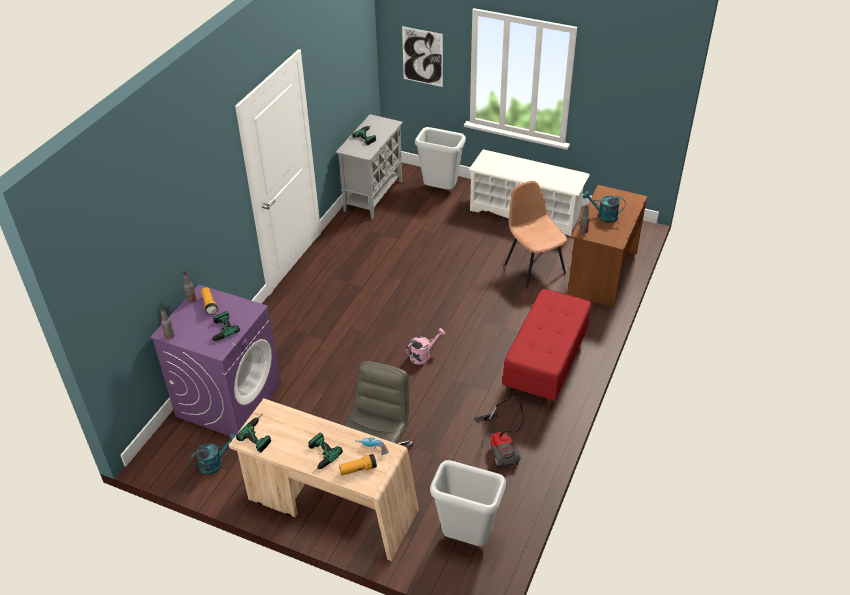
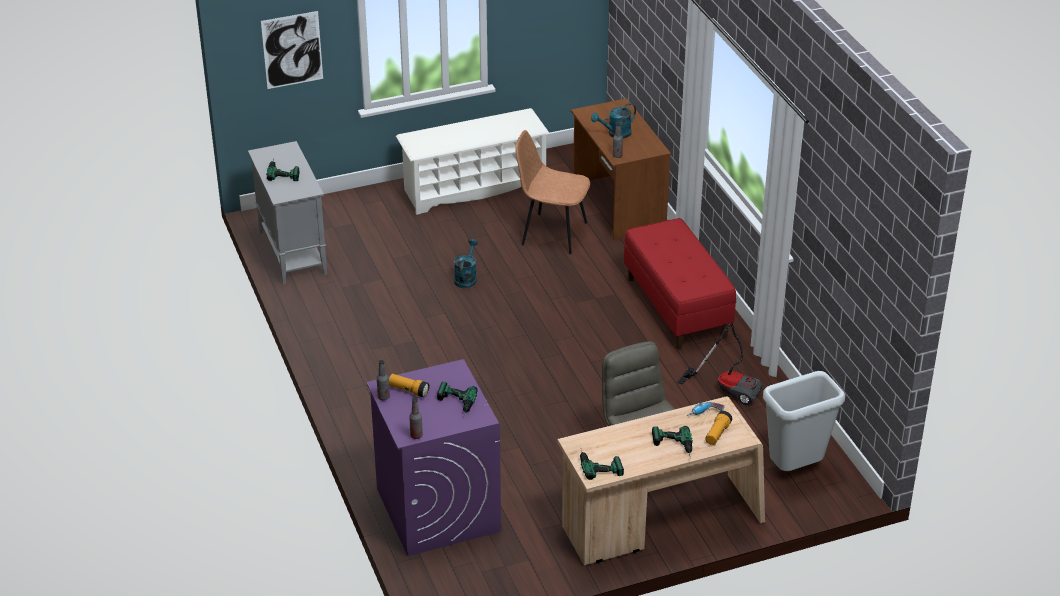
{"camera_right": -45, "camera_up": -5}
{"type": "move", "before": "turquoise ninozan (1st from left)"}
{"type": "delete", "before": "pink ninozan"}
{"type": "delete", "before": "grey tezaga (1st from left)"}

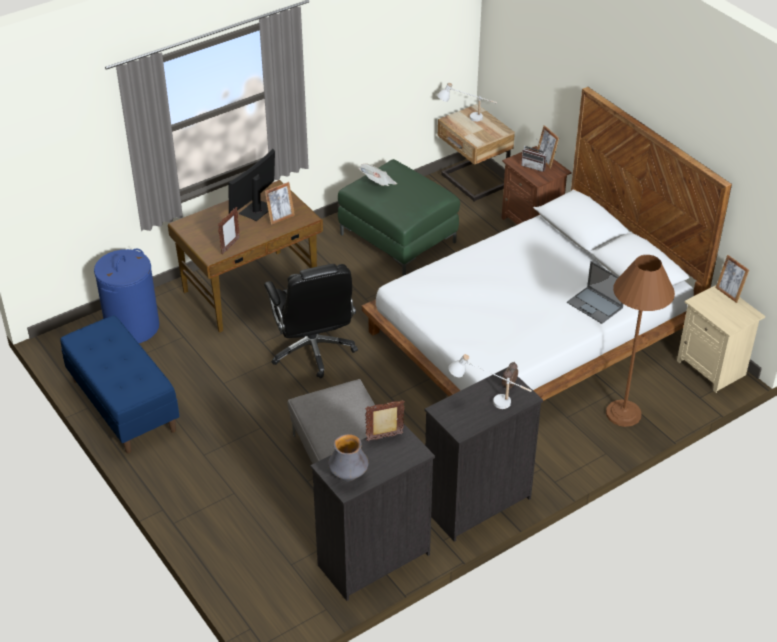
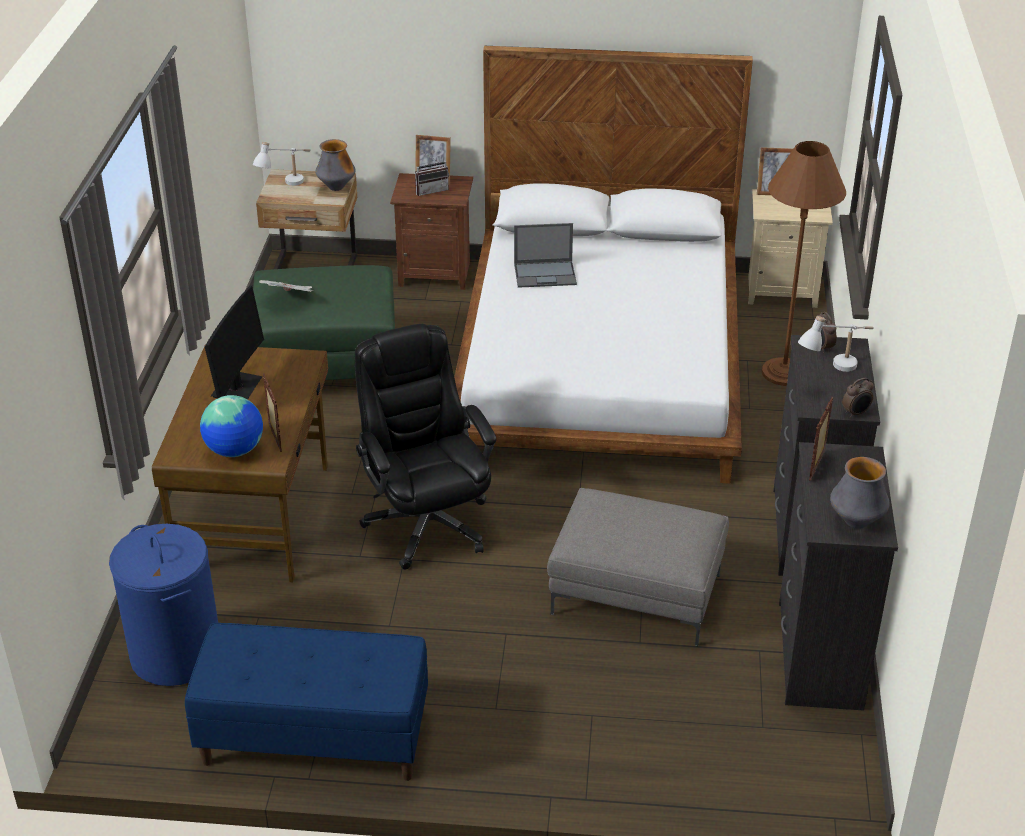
{"camera_right": -50, "camera_up": -5}
{"type": "insert", "after": "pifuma"}
{"type": "rotate", "before": "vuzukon", "turn": -150}
{"type": "insert", "after": "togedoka (1st from left)"}
{"type": "rotate", "before": "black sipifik", "turn": -135}
{"type": "move", "before": "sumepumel"}
{"type": "insert", "after": "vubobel (2nd from left)"}
{"type": "delete", "before": "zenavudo (2nd from left)"}

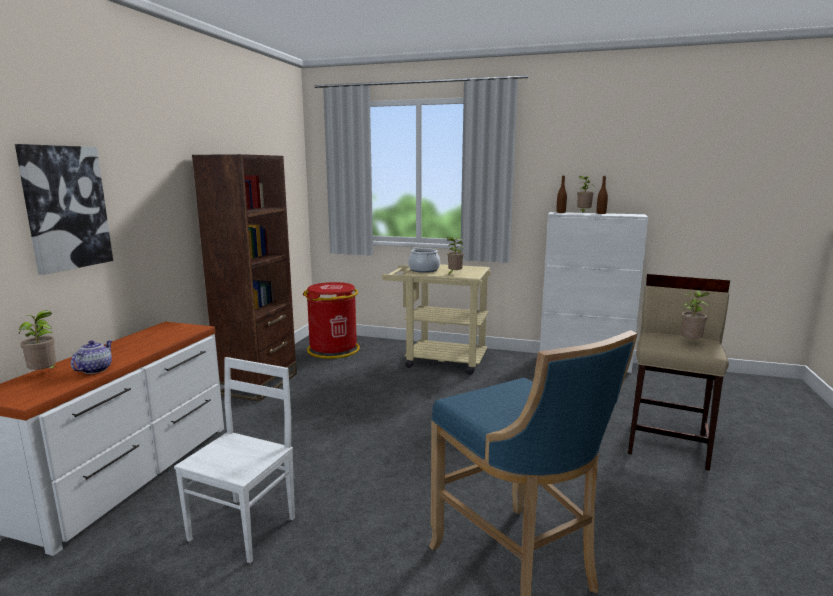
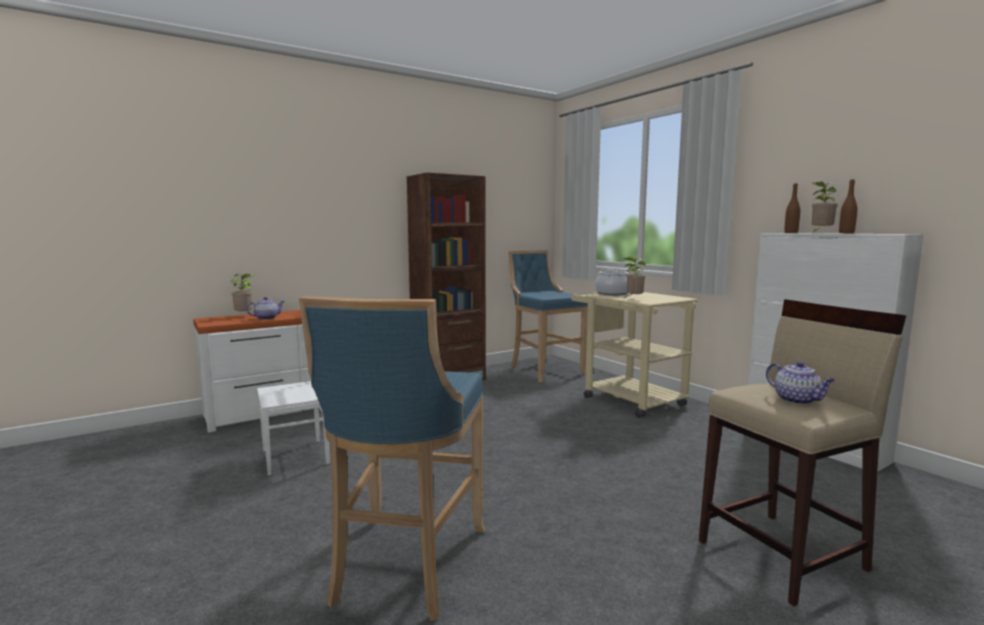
{"camera_right": 40, "camera_up": -5}
{"type": "replace", "before": "red tezaga", "after": "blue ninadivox (2nd from left)"}
{"type": "replace", "before": "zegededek (4th from left)", "after": "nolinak (2nd from left)"}
{"type": "delete", "before": "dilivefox"}

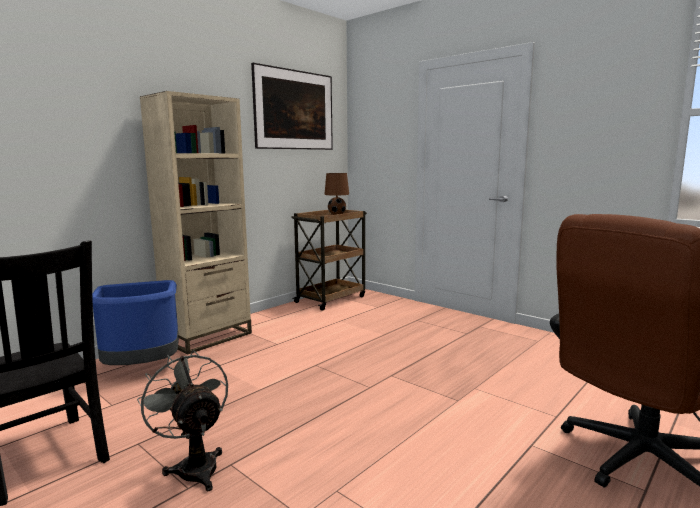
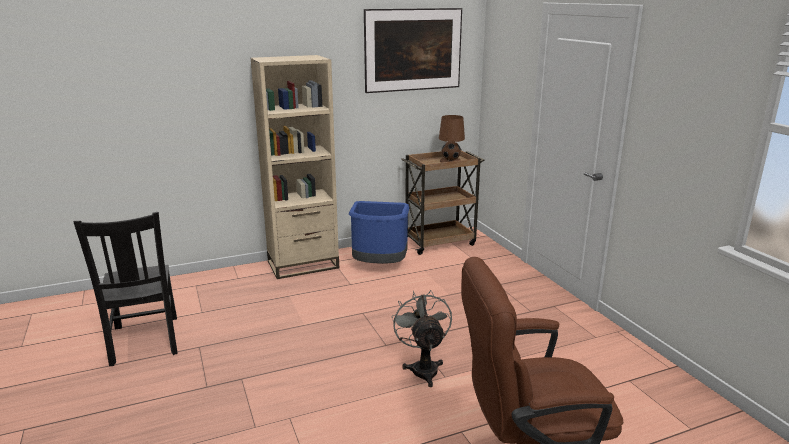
{"camera_right": 25, "camera_up": 10}
{"type": "move", "before": "blue tezaga"}
{"type": "move", "before": "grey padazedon"}

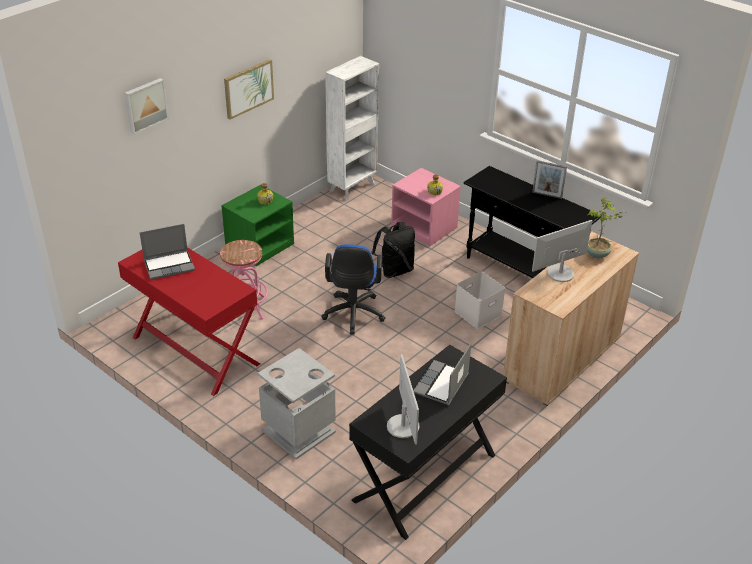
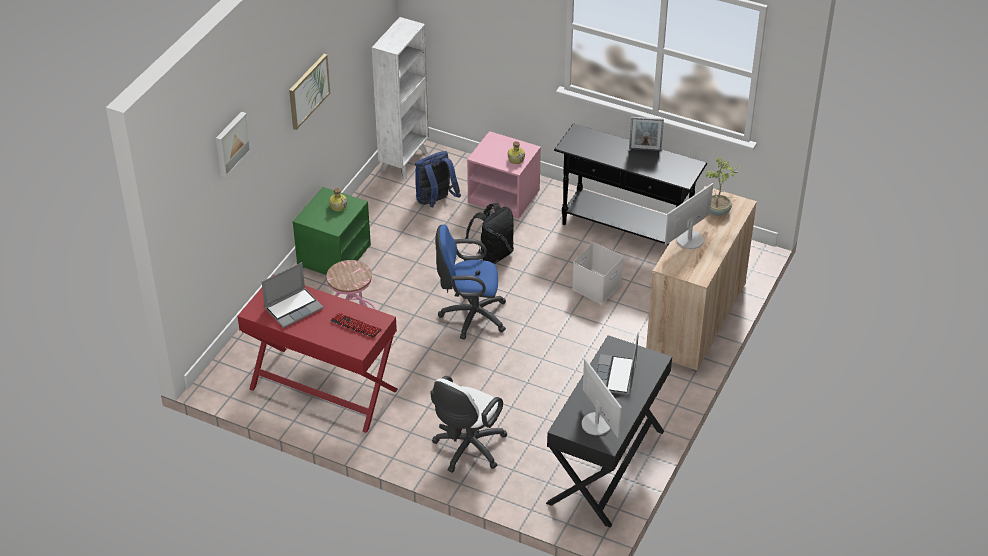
{"camera_right": -15, "camera_up": 5}
{"type": "insert", "after": "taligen"}
{"type": "insert", "after": "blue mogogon"}
{"type": "replace", "before": "grey tezaga", "after": "white sipifik"}
{"type": "rotate", "before": "blue sipifik", "turn": 105}

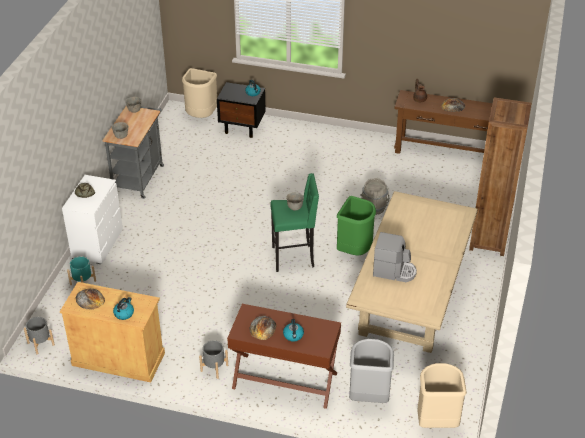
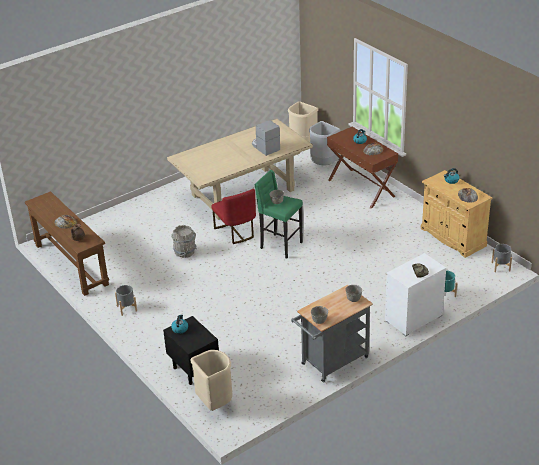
{"camera_right": -140, "camera_up": -5}
{"type": "move", "before": "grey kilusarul (2nd from left in the first image)", "after": "grey kilusarul (1st from left)"}
{"type": "replace", "before": "green tezaga", "after": "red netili"}
{"type": "delete", "before": "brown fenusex"}

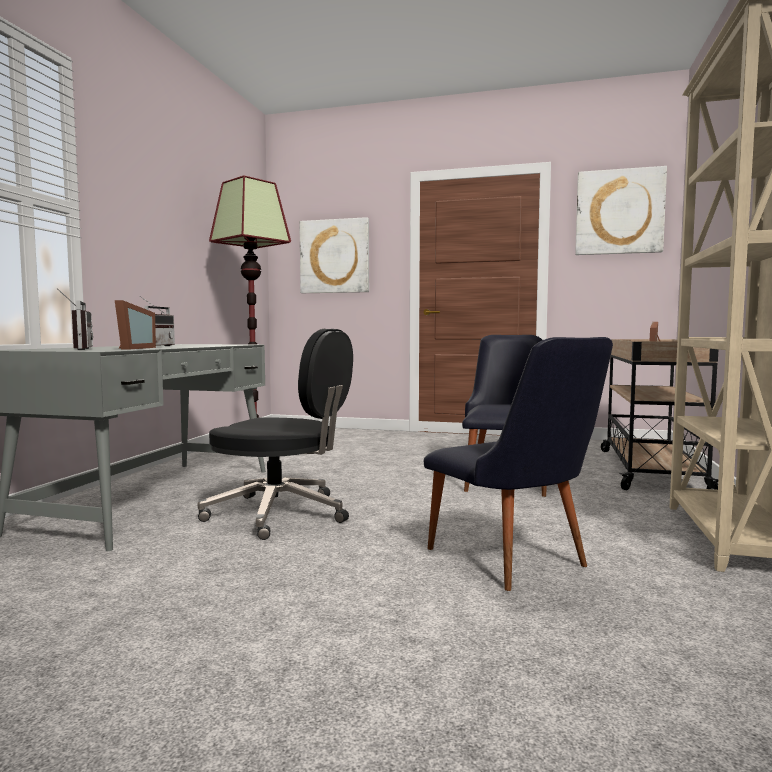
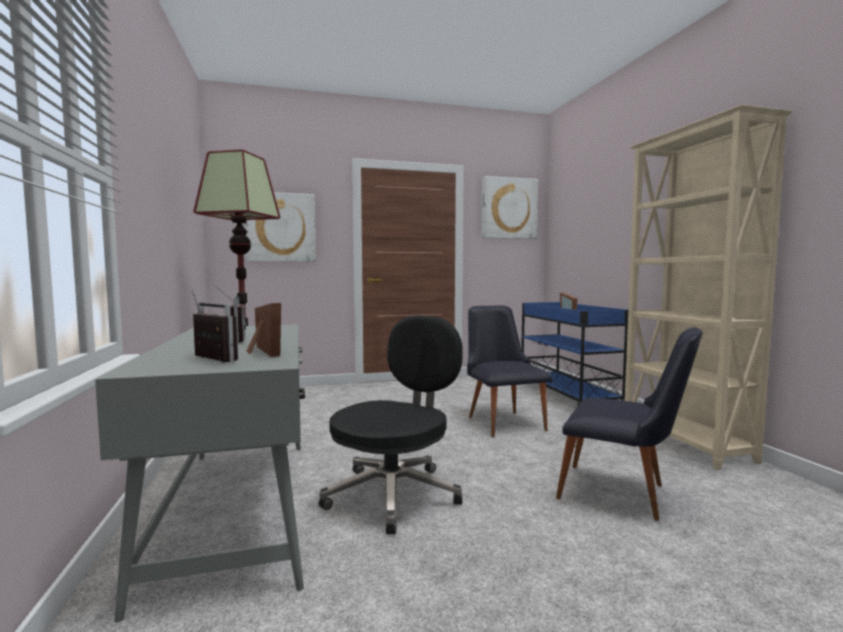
{"camera_right": -30, "camera_up": 0}
{"type": "rotate", "before": "black sipifik", "turn": -45}
{"type": "recolor", "before": "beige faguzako", "after": "blue faguzako"}

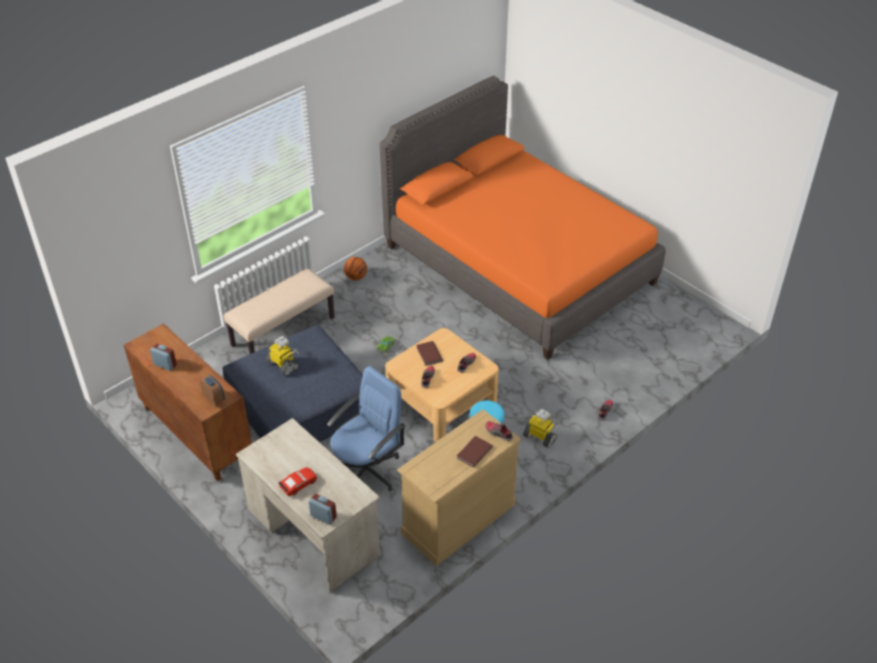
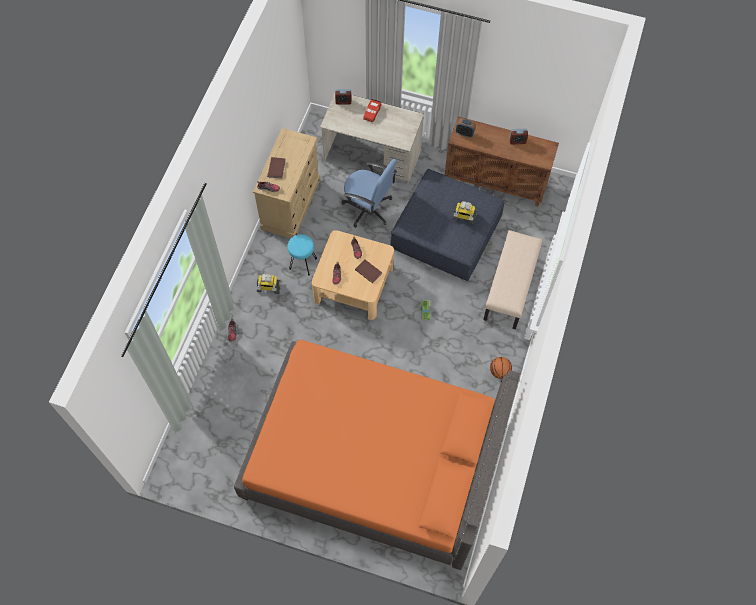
{"camera_right": 150, "camera_up": 20}
{"type": "rotate", "before": "blue sipifik", "turn": -75}

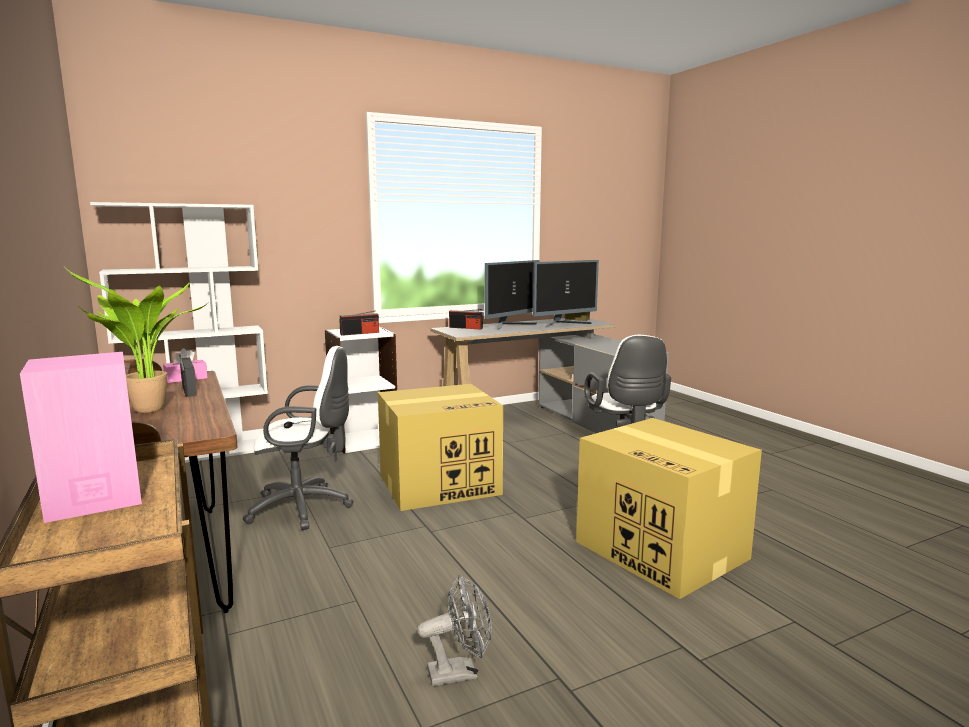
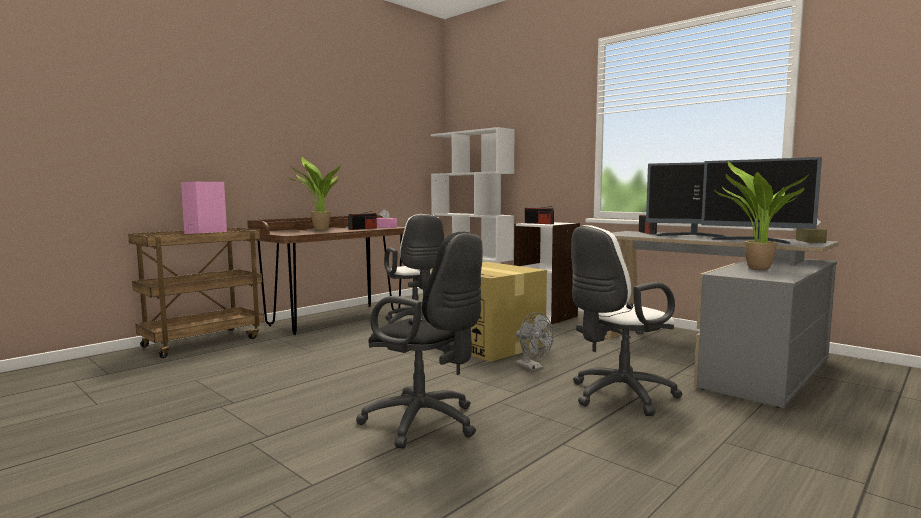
{"camera_right": 70, "camera_up": -5}
{"type": "replace", "before": "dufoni (2nd from left)", "after": "black sipifik"}
{"type": "move", "before": "grey padazedon"}
{"type": "insert", "after": "zegededek (2nd from left)"}

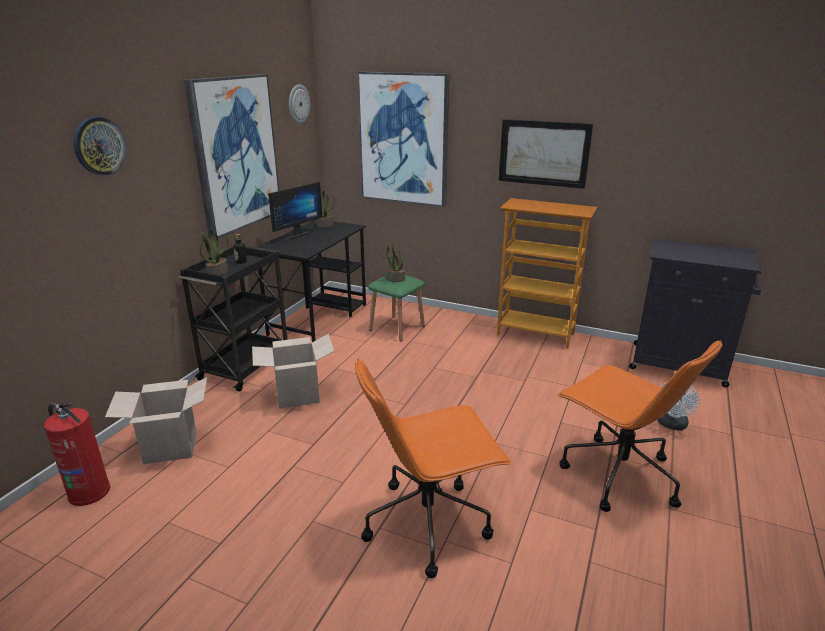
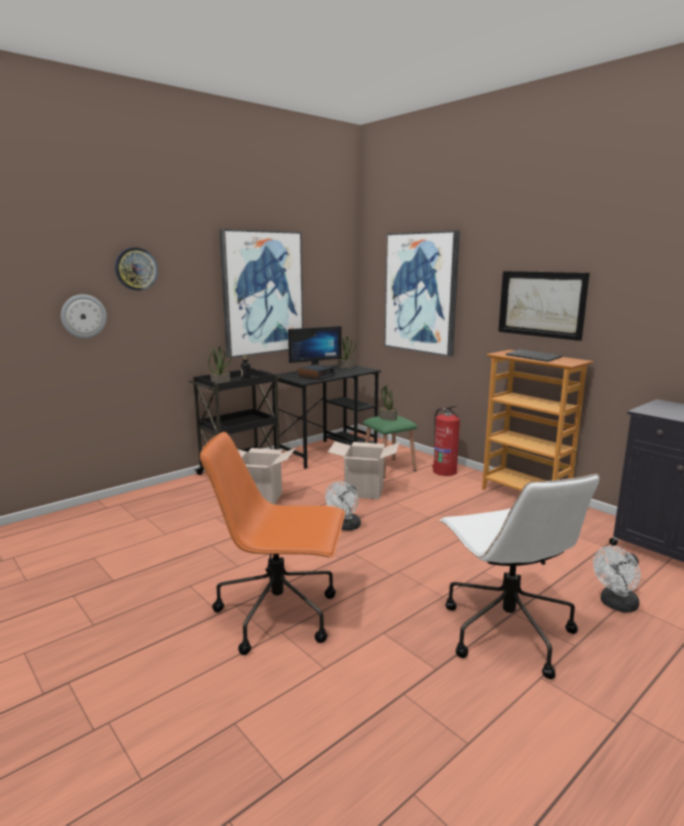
{"camera_right": 25, "camera_up": -10}
{"type": "move", "before": "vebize (2nd from left in the first image)", "after": "vebize (1st from left)"}
{"type": "insert", "after": "vubobel"}
{"type": "insert", "after": "white padazedon (1st from left)"}
{"type": "move", "before": "dufoni (1st from left in the first image)", "after": "dufoni (2nd from left)"}
{"type": "move", "before": "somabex"}
{"type": "recolor", "before": "orange sipifik (2nd from left)", "after": "white sipifik"}
{"type": "insert", "after": "taligen"}

